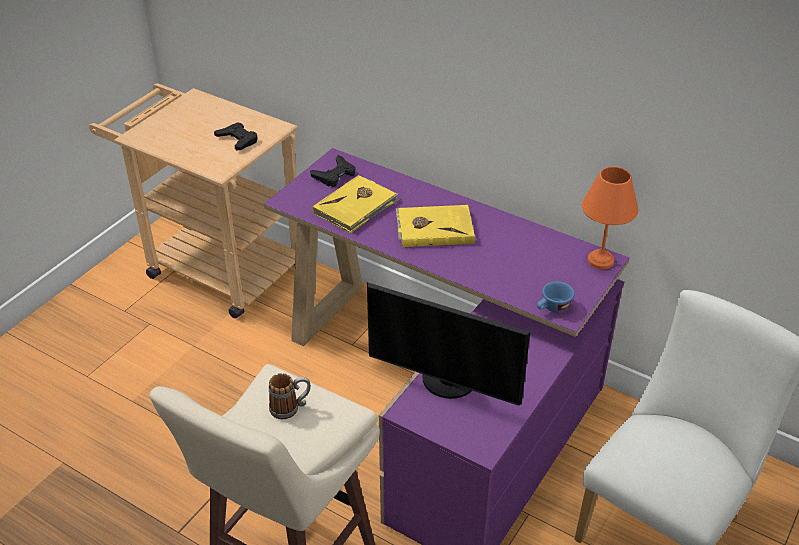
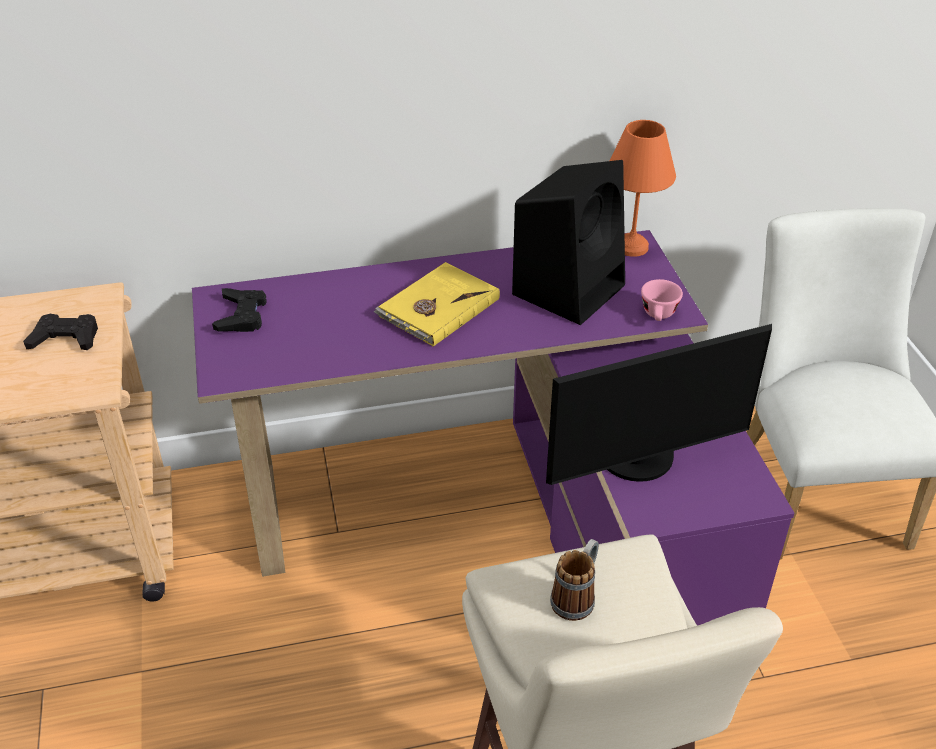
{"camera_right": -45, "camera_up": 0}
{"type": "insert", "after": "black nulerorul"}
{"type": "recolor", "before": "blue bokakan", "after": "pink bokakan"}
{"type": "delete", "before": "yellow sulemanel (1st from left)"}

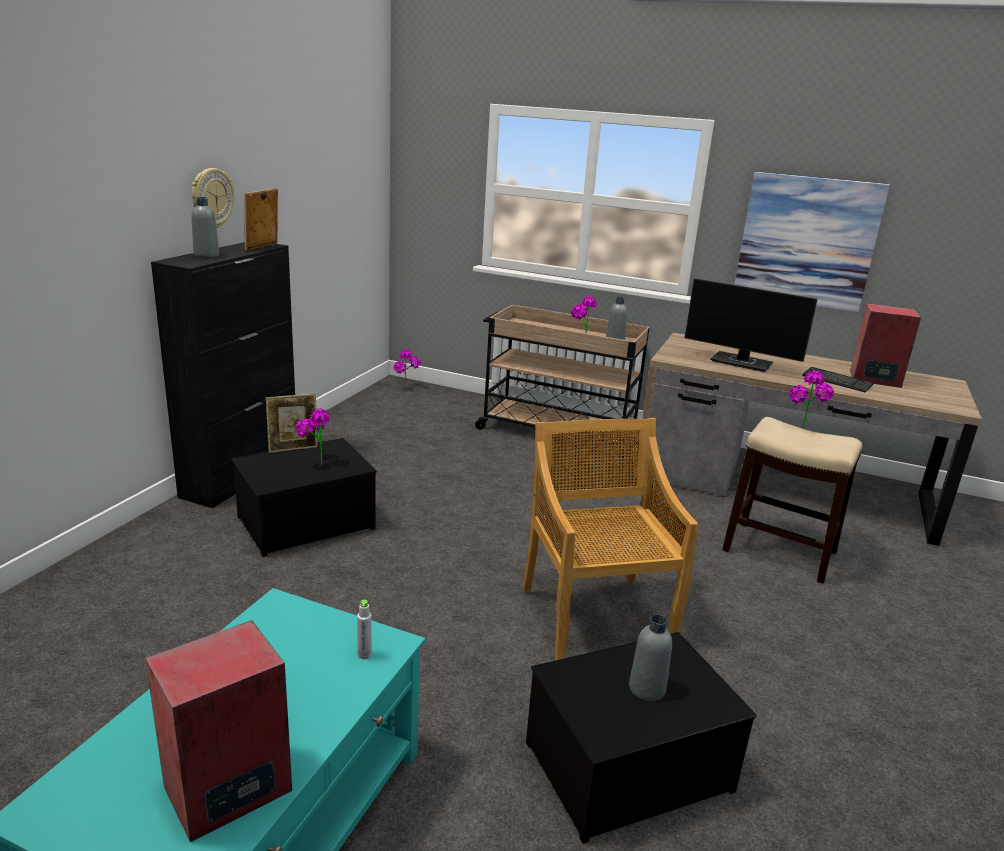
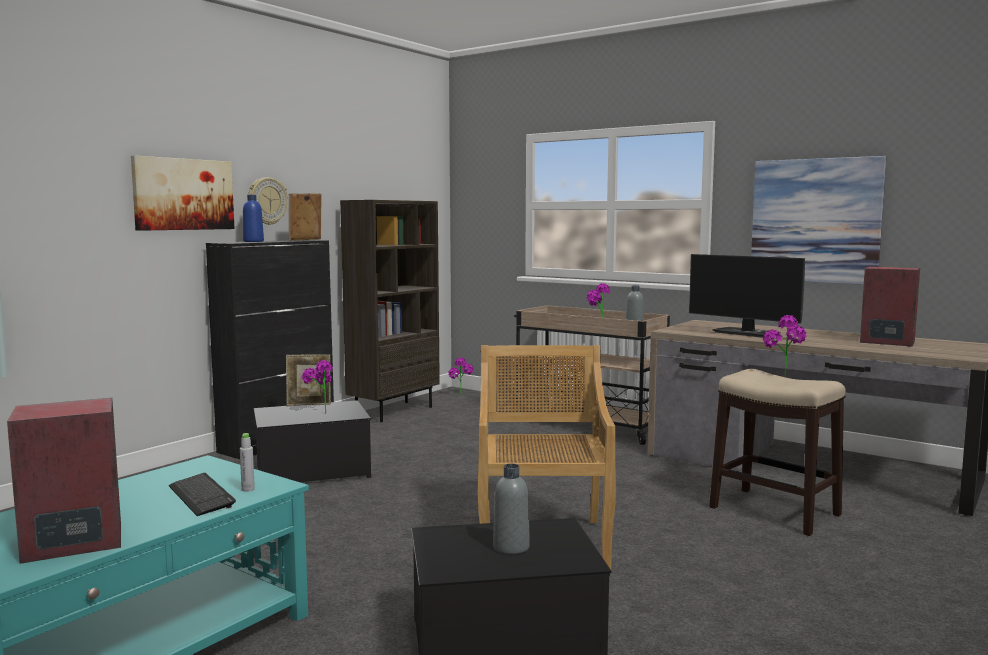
{"camera_right": 15, "camera_up": -15}
{"type": "insert", "after": "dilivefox (1st from left)"}
{"type": "move", "before": "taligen"}
{"type": "recolor", "before": "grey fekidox (1st from left)", "after": "blue fekidox"}
{"type": "insert", "after": "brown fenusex"}

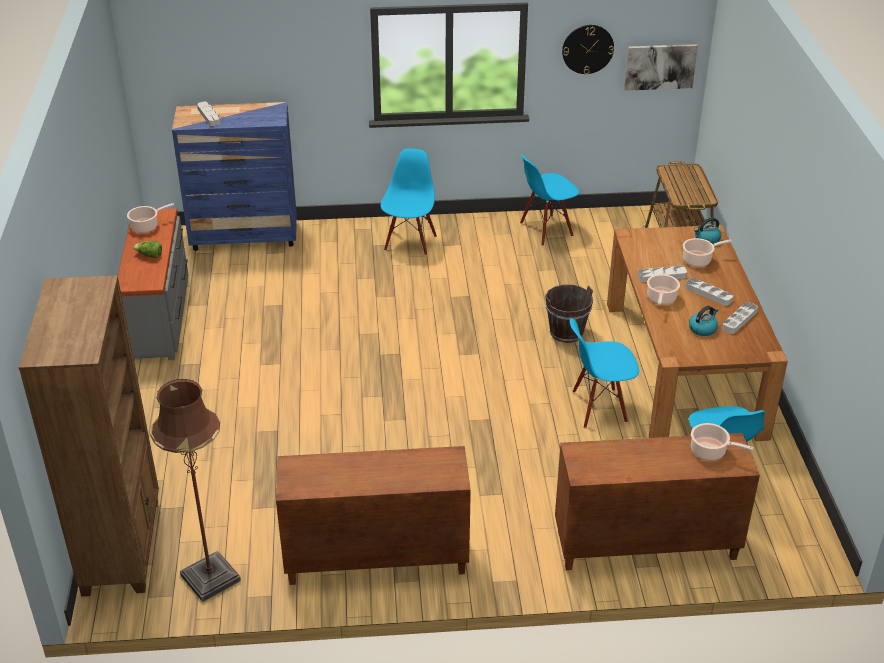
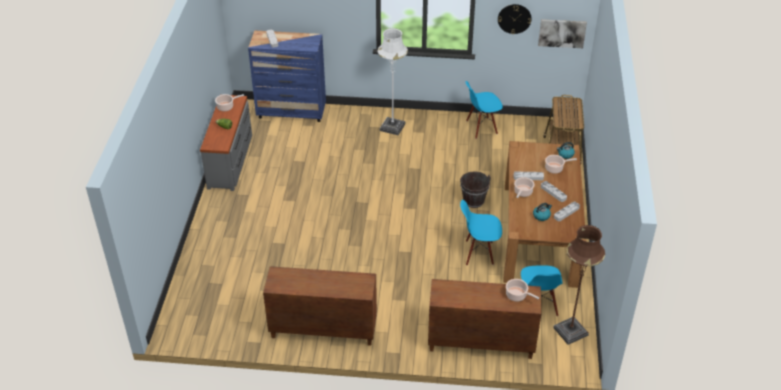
{"camera_right": 10, "camera_up": 5}
{"type": "replace", "before": "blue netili (1st from left)", "after": "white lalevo"}
{"type": "move", "before": "brown lalevo"}
{"type": "delete", "before": "brown fenusex"}

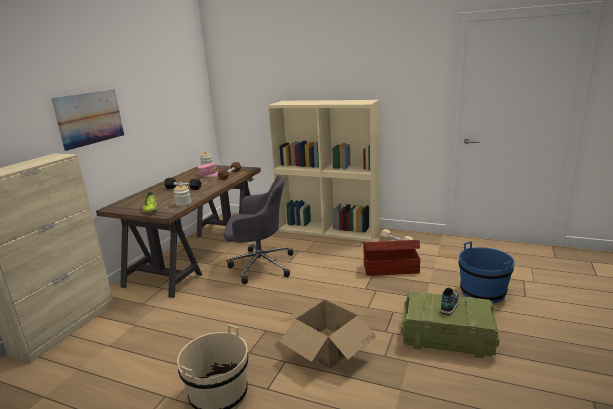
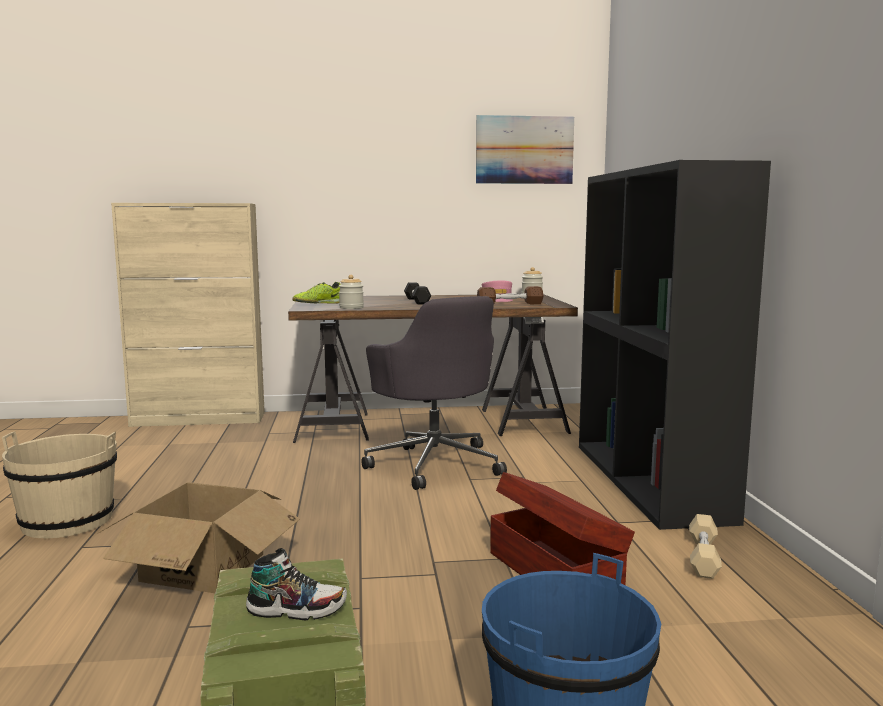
{"camera_right": 60, "camera_up": -10}
{"type": "move", "before": "dilivefox"}
{"type": "recolor", "before": "beige fenusex", "after": "black fenusex"}

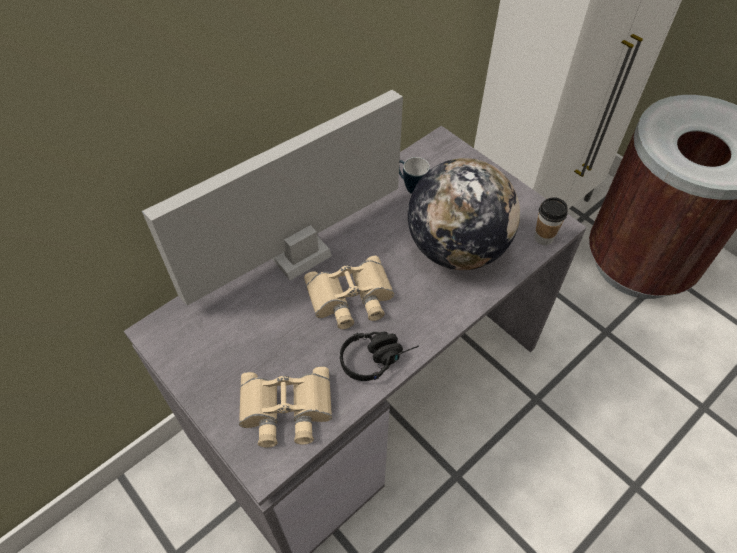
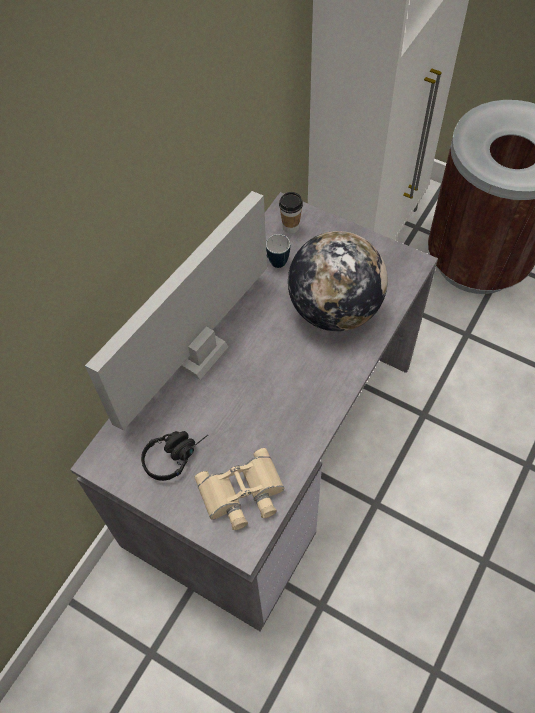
{"camera_right": -15, "camera_up": 5}
{"type": "move", "before": "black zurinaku"}
{"type": "move", "before": "bokakan"}
{"type": "delete", "before": "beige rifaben (2nd from left)"}

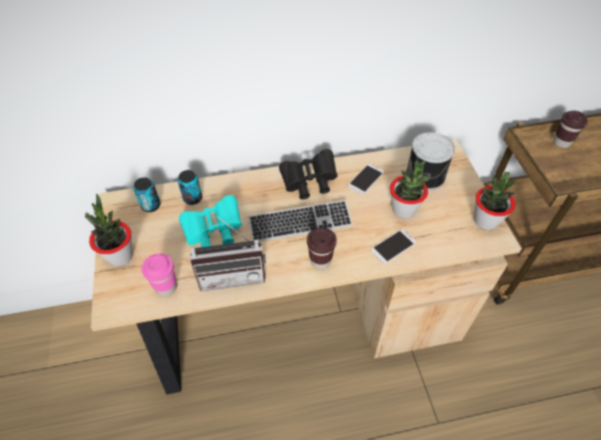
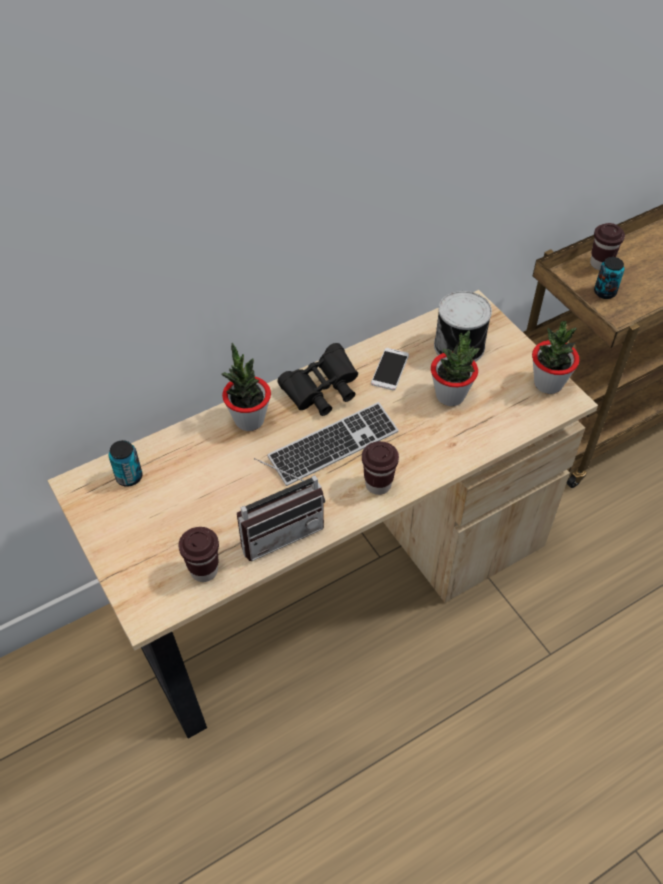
{"camera_right": -20, "camera_up": 0}
{"type": "recolor", "before": "pink bokakan", "after": "brown bokakan (1st from left)"}
{"type": "move", "before": "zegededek (1st from left)"}
{"type": "move", "before": "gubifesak (2nd from left in the first image)", "after": "gubifesak (3rd from left)"}
{"type": "delete", "before": "turquoise rifaben"}
{"type": "delete", "before": "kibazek (2nd from left)"}

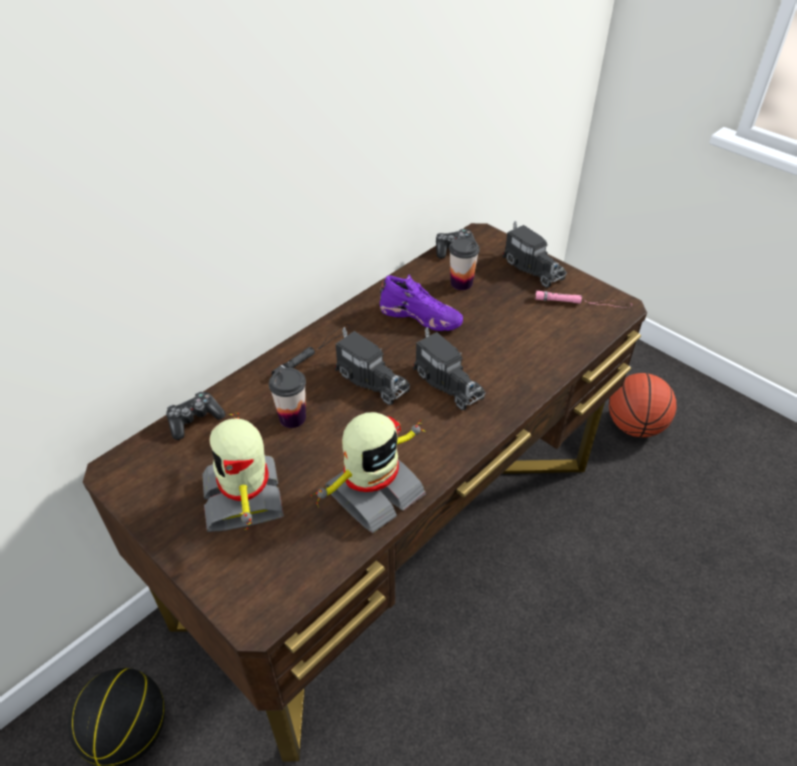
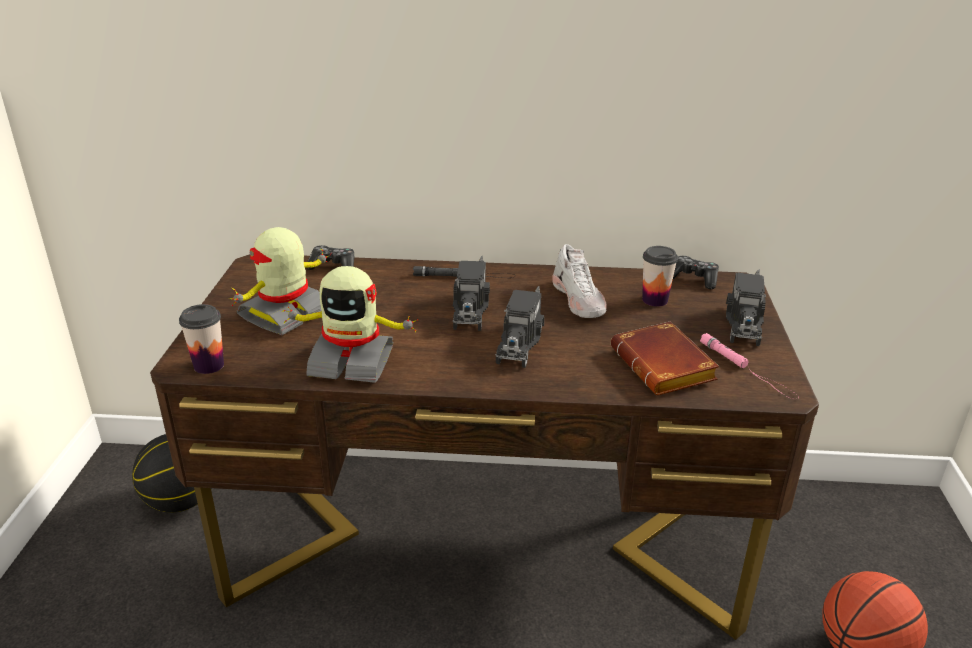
{"camera_right": 50, "camera_up": -15}
{"type": "move", "before": "bokakan (1st from left)"}
{"type": "recolor", "before": "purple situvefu", "after": "white situvefu"}
{"type": "insert", "after": "brown sulemanel"}

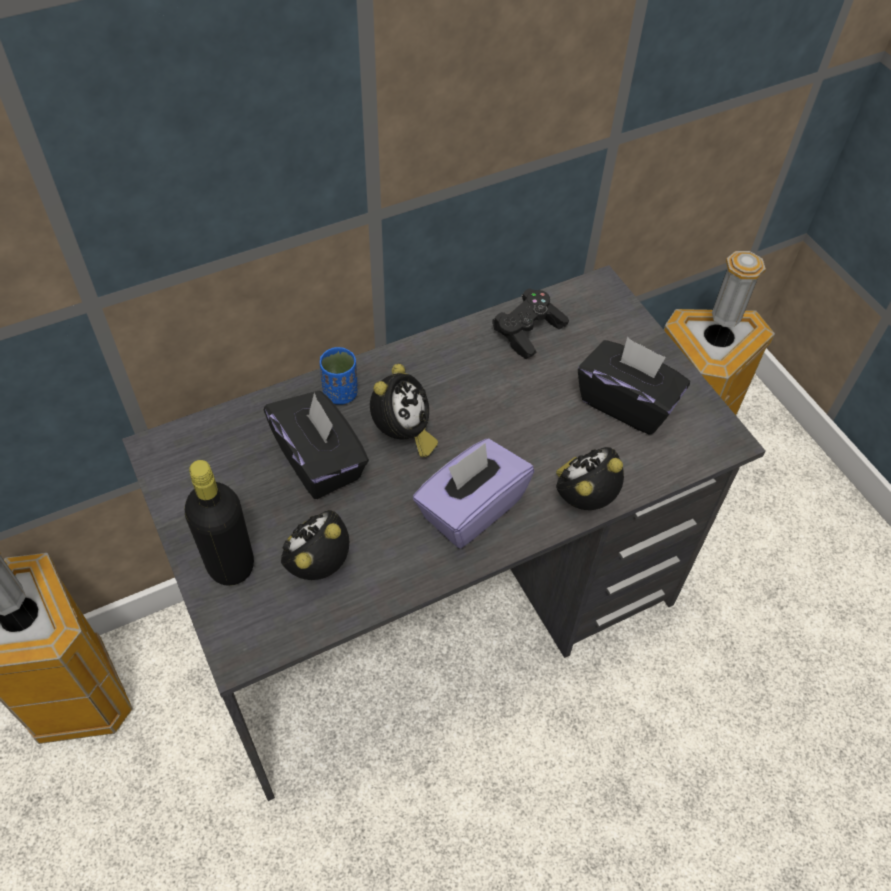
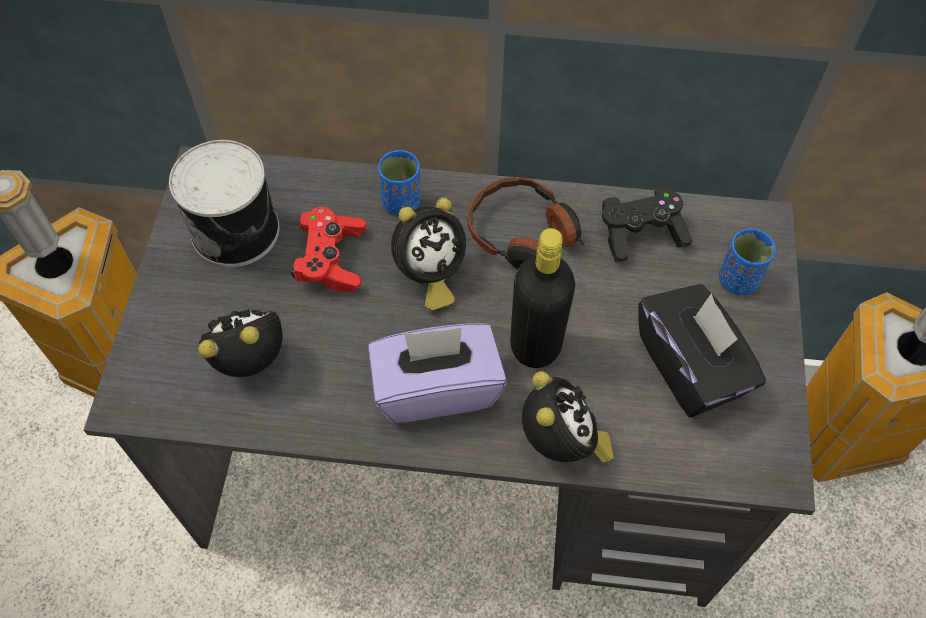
{"camera_right": 35, "camera_up": 5}
{"type": "insert", "after": "gubifesak"}
{"type": "replace", "before": "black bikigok (1st from left)", "after": "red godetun"}
{"type": "insert", "after": "zurinaku"}
{"type": "move", "before": "black fekidox"}
{"type": "rotate", "before": "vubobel (3rd from left)", "turn": 90}
{"type": "insert", "after": "blue bokakan (2nd from left)"}

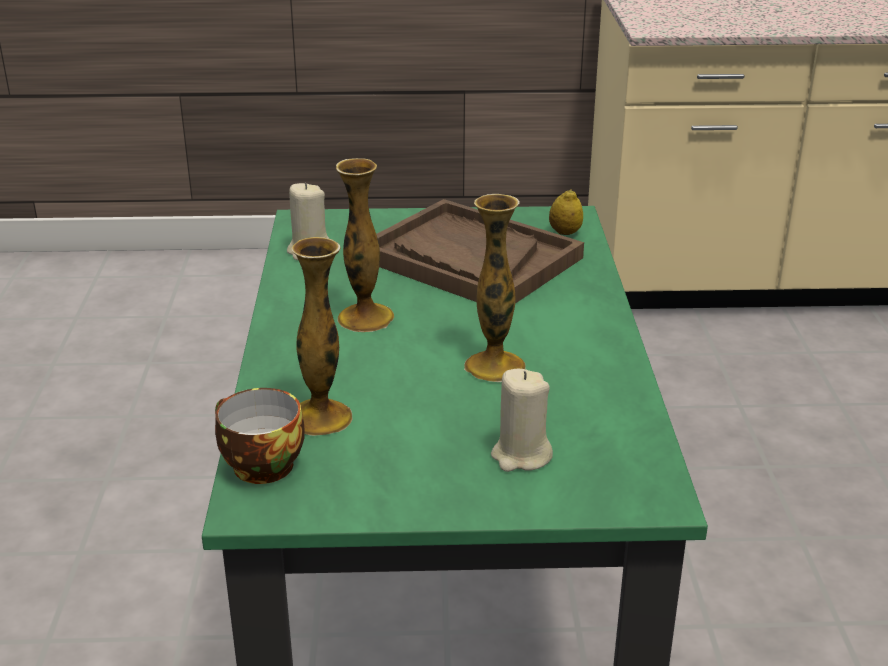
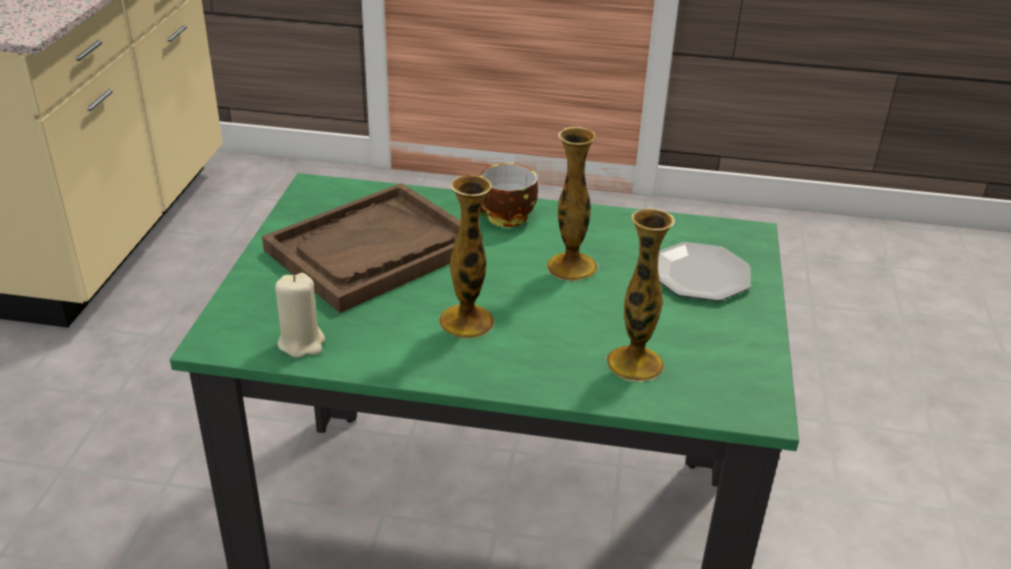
{"camera_right": -80, "camera_up": 5}
{"type": "move", "before": "bokakan"}
{"type": "replace", "before": "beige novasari (2nd from left)", "after": "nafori"}
{"type": "delete", "before": "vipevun"}

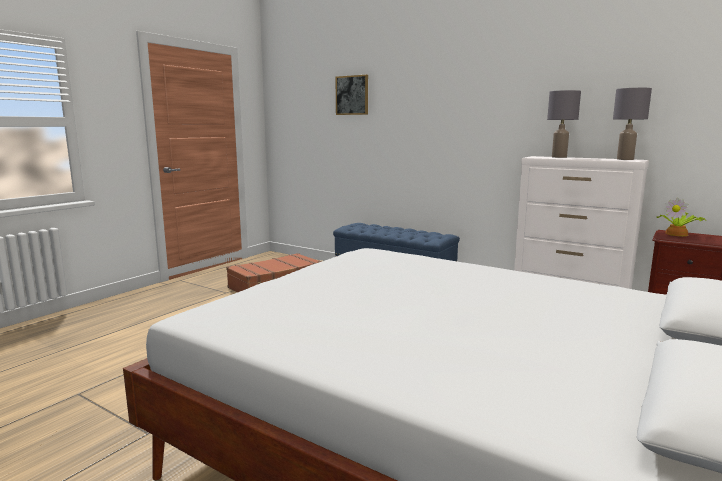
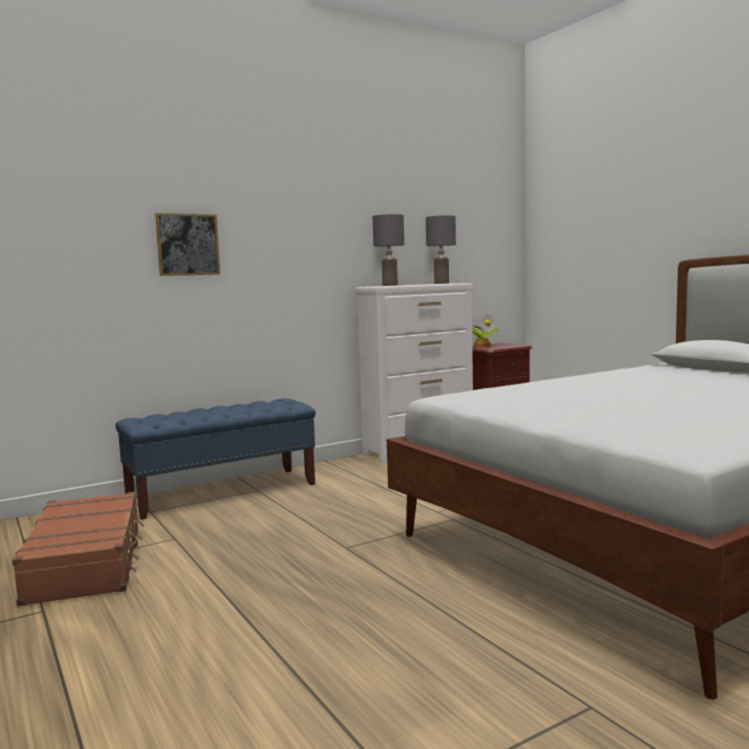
{"camera_right": -65, "camera_up": -5}
{"type": "move", "before": "dilivefox"}

